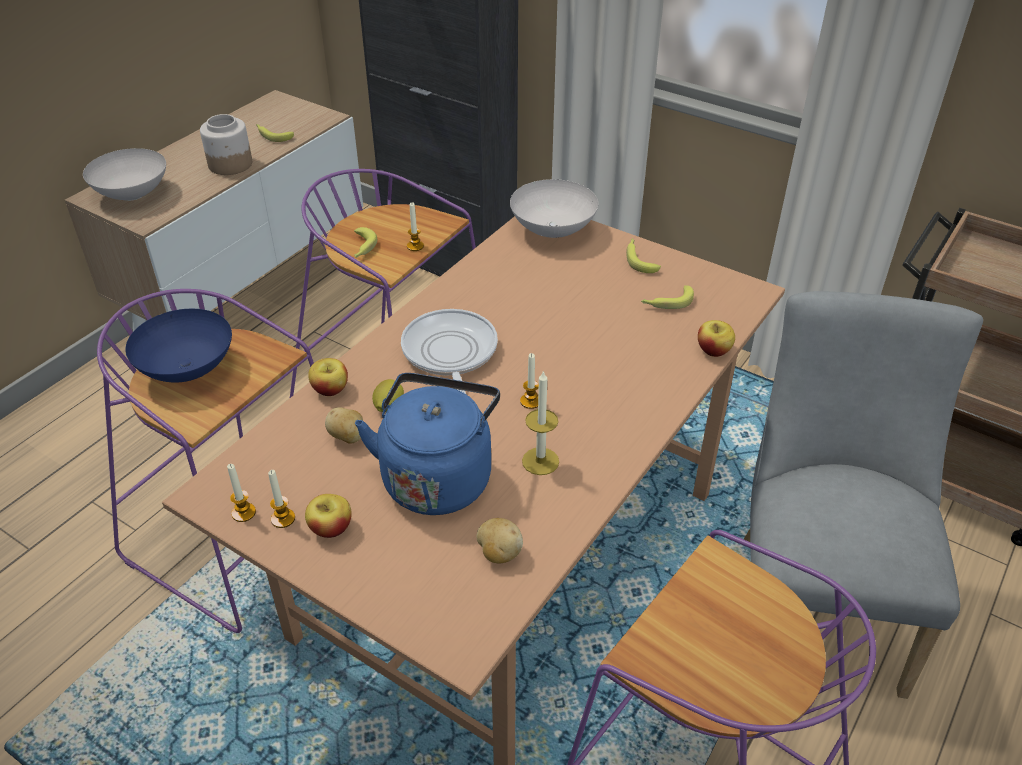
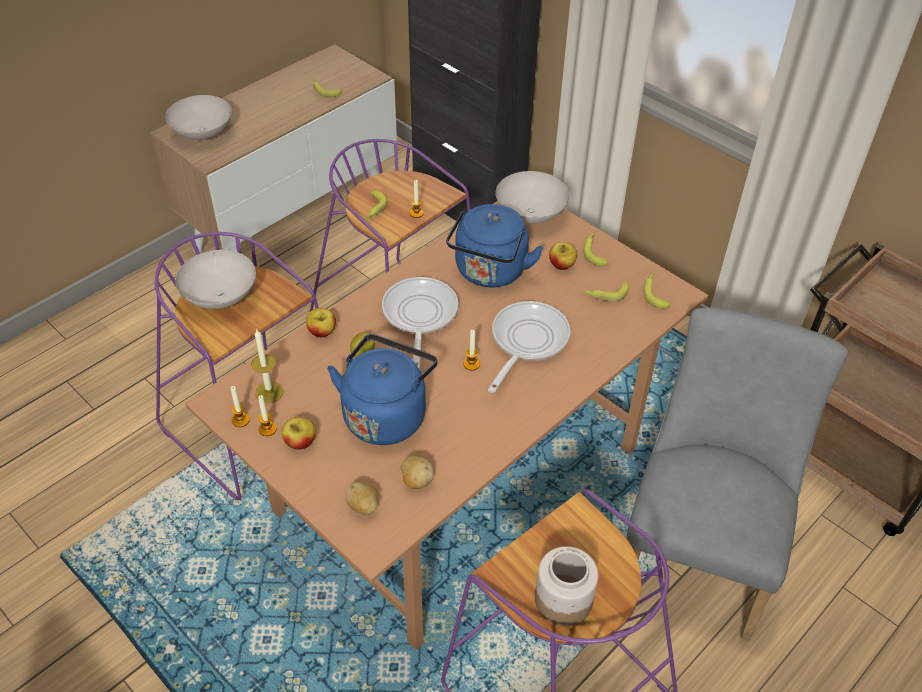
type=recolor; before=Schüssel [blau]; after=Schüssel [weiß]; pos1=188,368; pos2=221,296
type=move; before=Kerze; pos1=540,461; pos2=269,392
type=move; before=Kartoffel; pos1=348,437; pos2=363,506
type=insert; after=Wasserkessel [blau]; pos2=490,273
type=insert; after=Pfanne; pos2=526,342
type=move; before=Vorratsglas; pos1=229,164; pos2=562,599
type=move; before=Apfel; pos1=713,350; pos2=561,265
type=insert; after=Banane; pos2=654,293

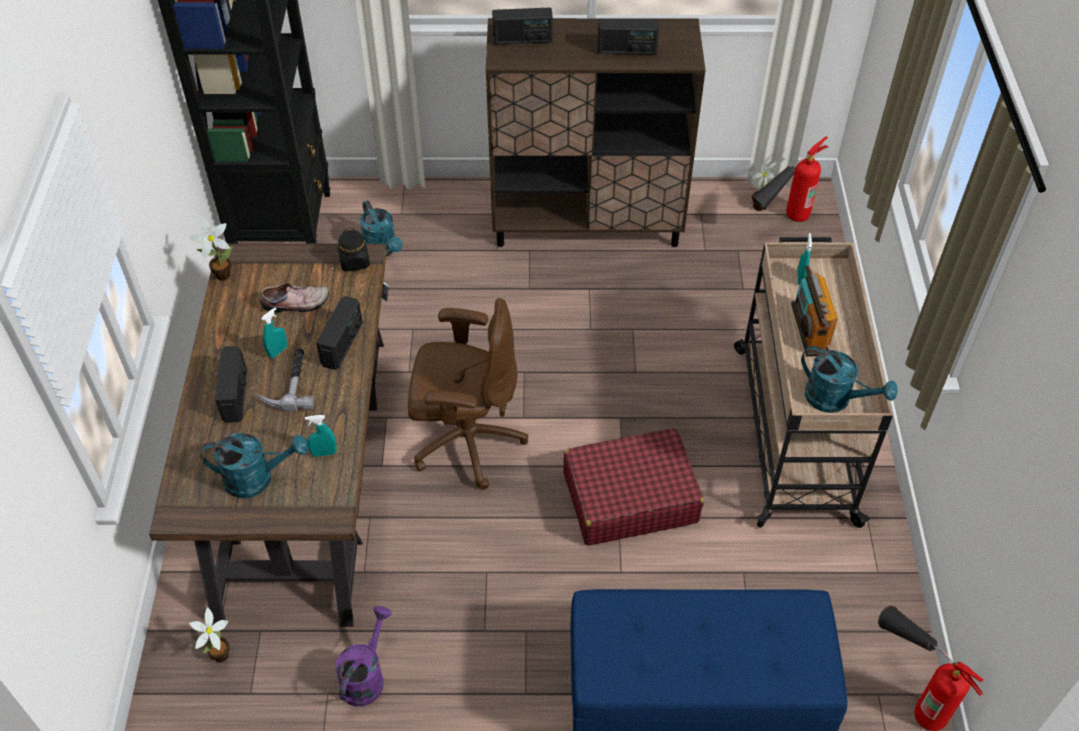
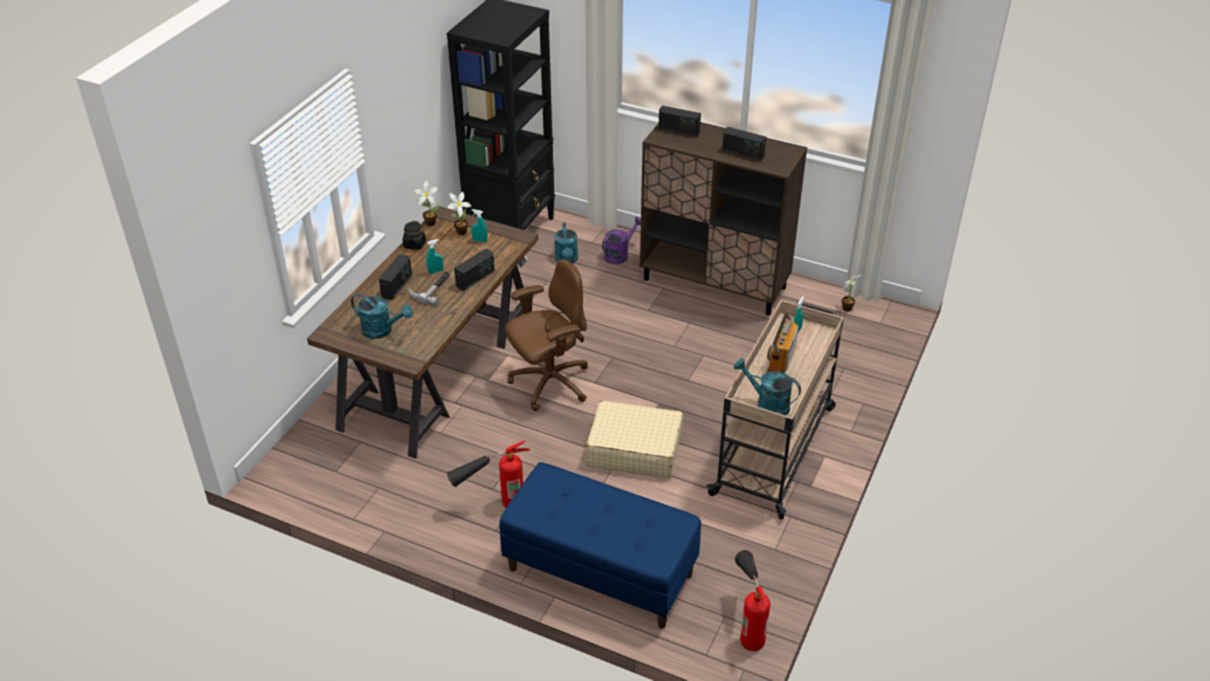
type=move; before=Vorratsglas [schwarz]; pos1=354,262; pos2=414,244
type=move; before=Topfpflanze; pos1=219,657; pos2=460,233
type=move; before=Feuerlöscher; pos1=781,223; pos2=492,505
type=move; before=Sprühflasche [türkis]; pos1=324,453; pos2=480,241
type=rotate; before=Bürostuhl [braun]; pos1=466,440; pos2=549,383; turn=-60
type=recolor; before=Koffer [rot]; after=Koffer [beige]; pos1=629,497; pos2=634,449
type=move; before=Gießkanne [lila]; pos1=365,676; pos2=619,254
type=rotate; before=Gießkanne [türkis]; pos1=835,399; pos2=767,404; turn=150
type=delete; before=Schuh; pos1=296,304

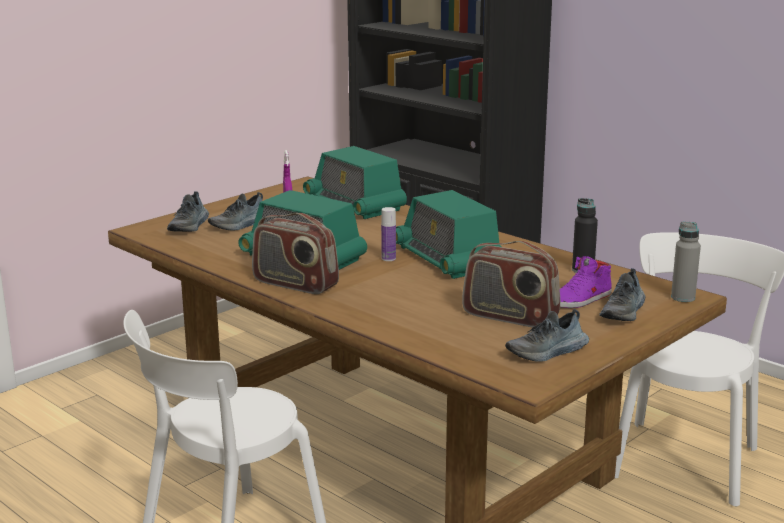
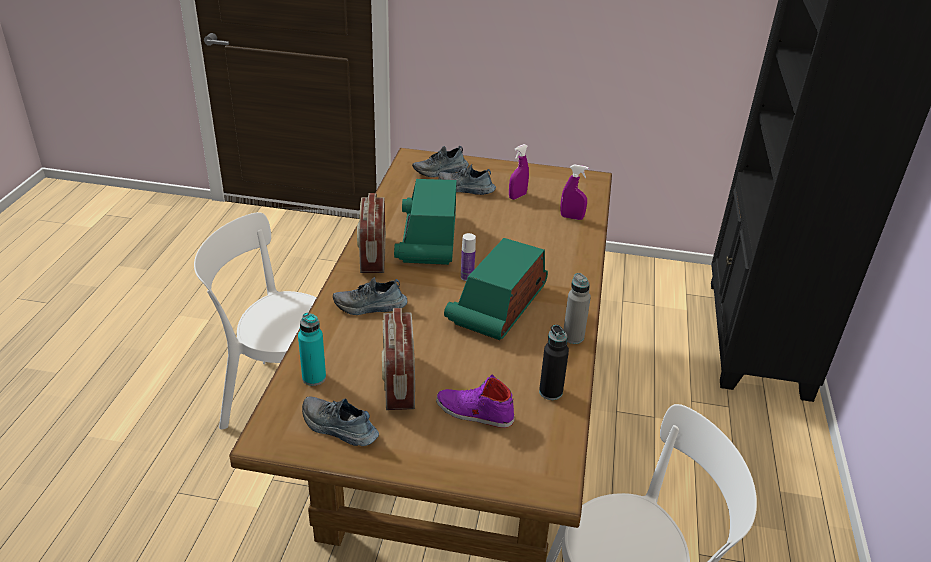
type=insert; after=Flasche [türkis]; pos2=314,378
type=move; before=Schuh; pos1=624,312; pos2=370,307
type=replace; before=Radio; after=Sprühflasche [lila]; pos1=355,204; pos2=571,217
type=move; before=Flasche [grau]; pos1=683,297; pos2=573,337

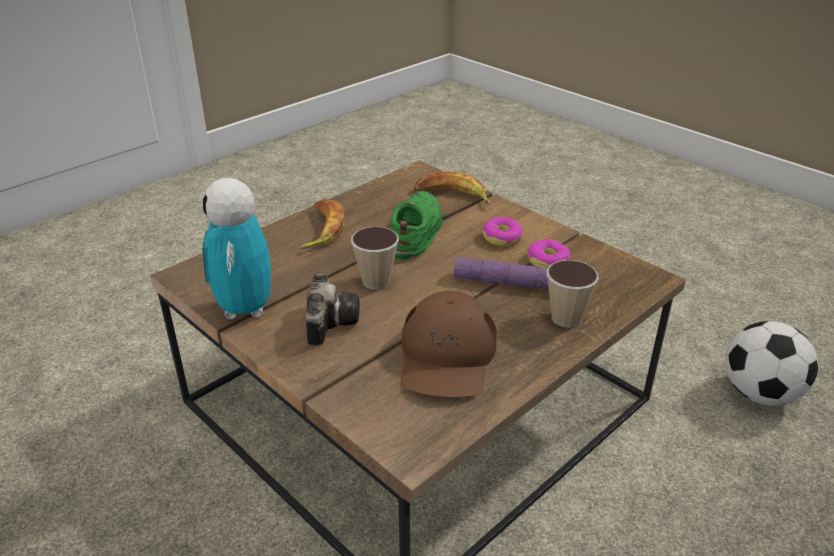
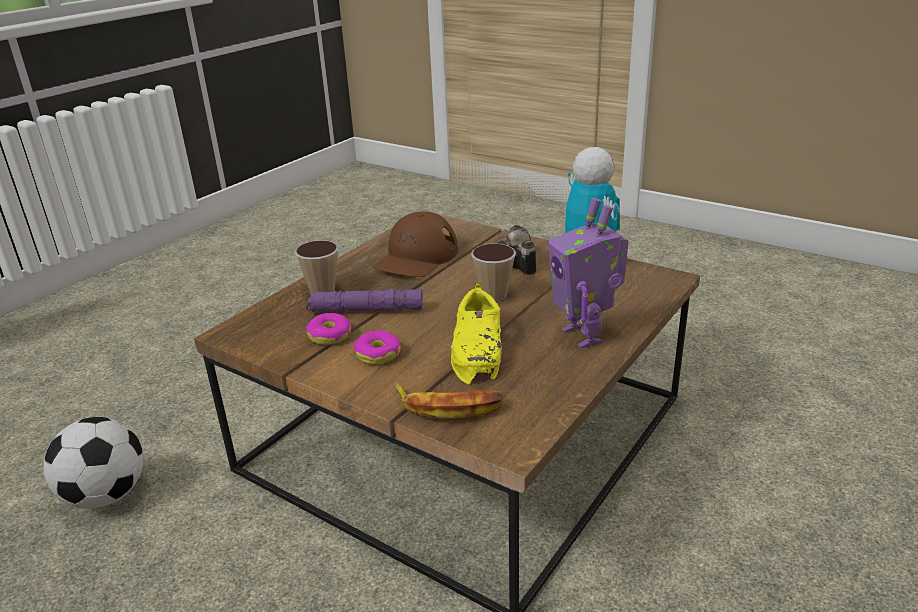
type=rotate; before=Kappe [braun]; pos1=447,356; pos2=416,257; turn=-150
type=recolor; before=Schuh [grün]; after=Schuh [gelb]; pos1=415,231; pos2=478,348
type=replace; before=Banane; after=Spielzeugroboter; pos1=321,229; pos2=584,335

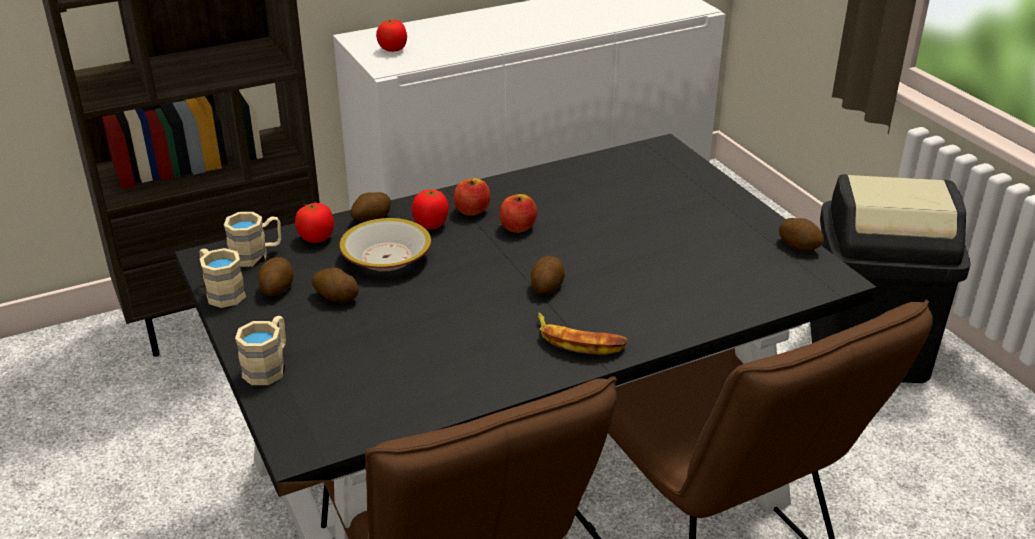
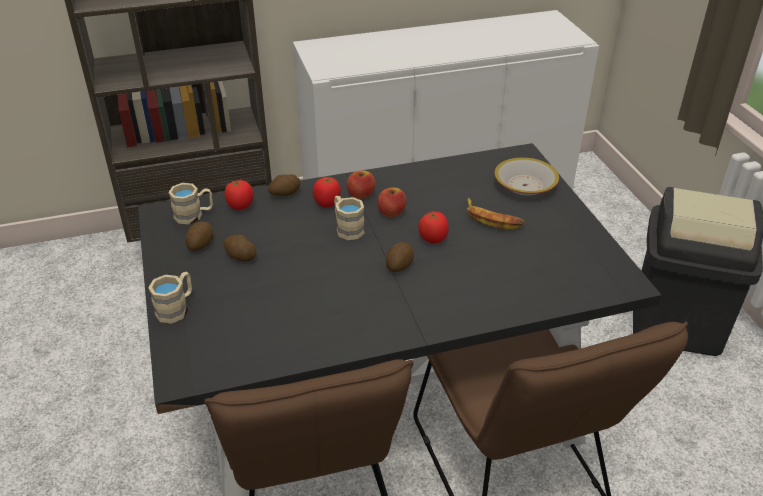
type=move; before=Henkelbecher [beige]; pos1=221,292; pos2=347,228
type=move; before=Tomate; pos1=393,49; pos2=433,239
type=move; before=Banane; pos1=579,341; pos2=492,219
type=move; before=Schüssel; pos1=386,258; pos2=524,186
type=delete; before=Kartoffel; pos1=799,246

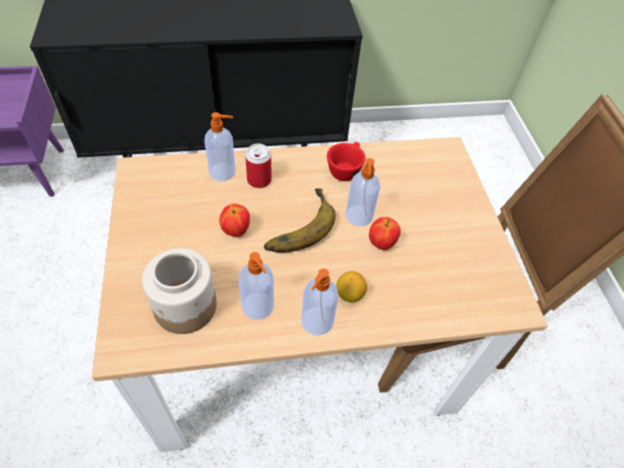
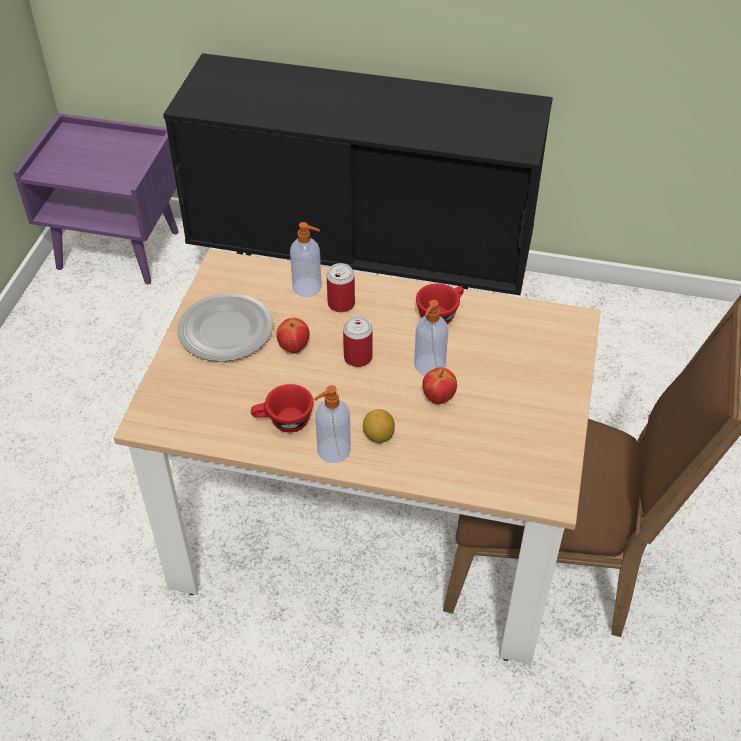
type=insert; after=Teller; pos2=227,330
type=replace; before=Seifenspender; after=Tasse [rot]; pos1=258,307; pos2=283,422
type=replace; before=Banane; after=Dose; pos1=296,225; pos2=358,357
type=delete; before=Vorratsglas; pos1=185,307

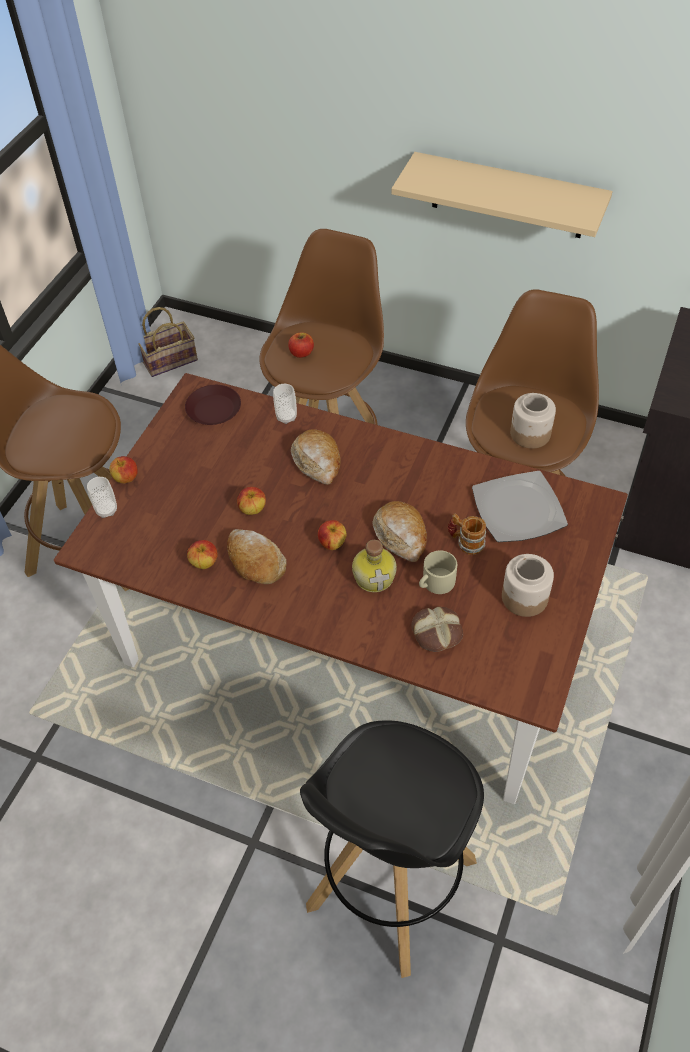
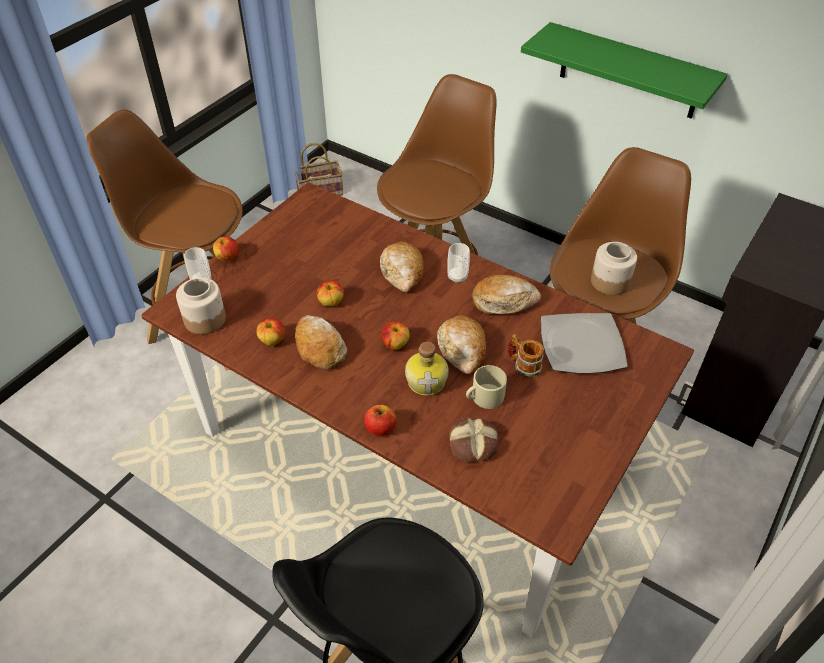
type=move; before=Vorratsglas; pos1=524,597; pos2=205,319
type=move; before=Apfel; pos1=301,353; pos2=380,428
type=move; before=Tasse; pos1=286,417; pos2=457,277
type=insert; after=Brot; pos2=504,301
type=recolor; before=Wandregal [beige]; after=Wandregal [grün]; pos1=508,196; pos2=629,71
type=delete; before=Teller [braun]; pos1=213,409

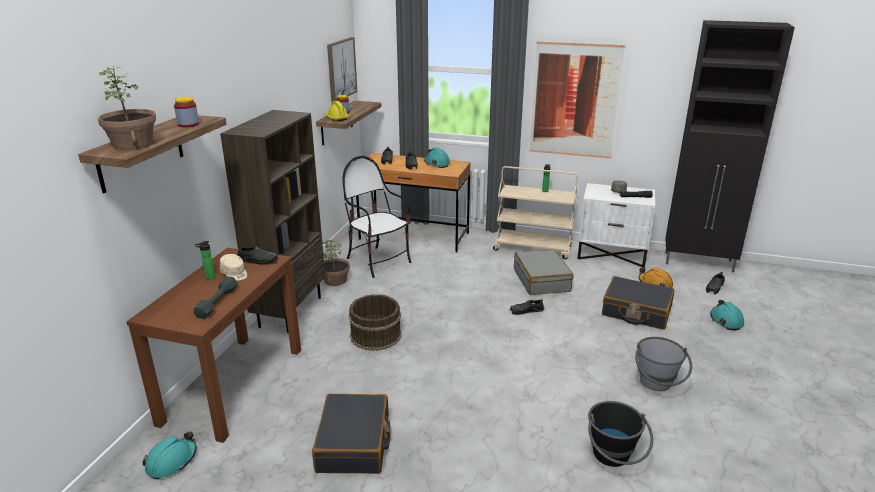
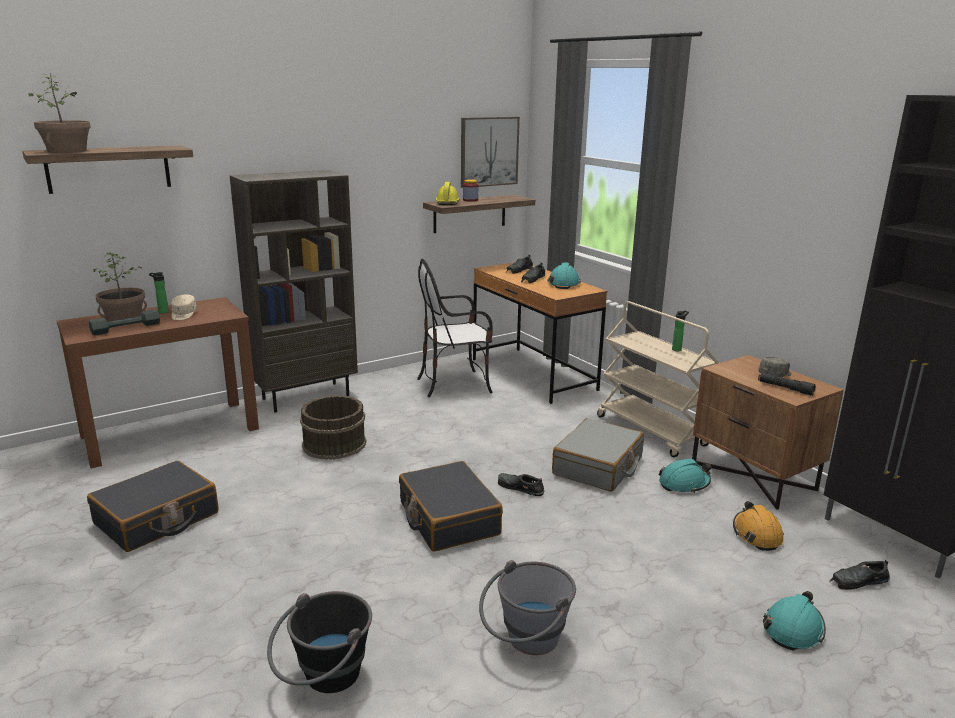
type=move; before=Topfpflanze; pos1=335,281; pos2=124,318
type=move; before=Koffer [schwarz]; pos1=636,311; pos2=448,518
type=rotate; before=Stuhl; pos1=378,261; pos2=454,384; turn=-105
type=move; before=Schutzhelm [türkis]; pos1=171,461; pos2=684,484
type=recolor; before=Nachttisch [weiß]; after=Nachttisch [braun]; pos1=611,254; pos2=754,476
type=delete; before=Vorratsglas; pos1=188,124
type=delete; before=Schuh [schwarz]; pos1=258,260
type=delete; before=Bild; pos1=575,100

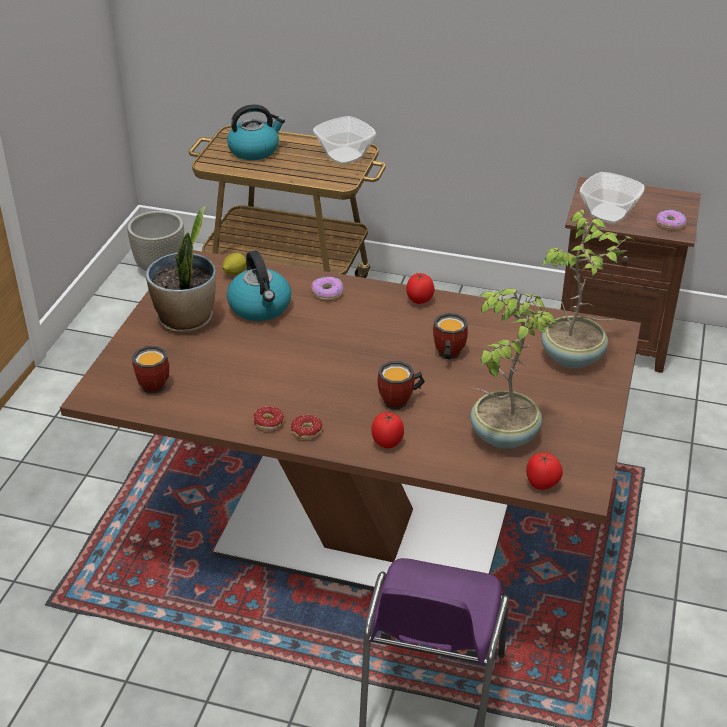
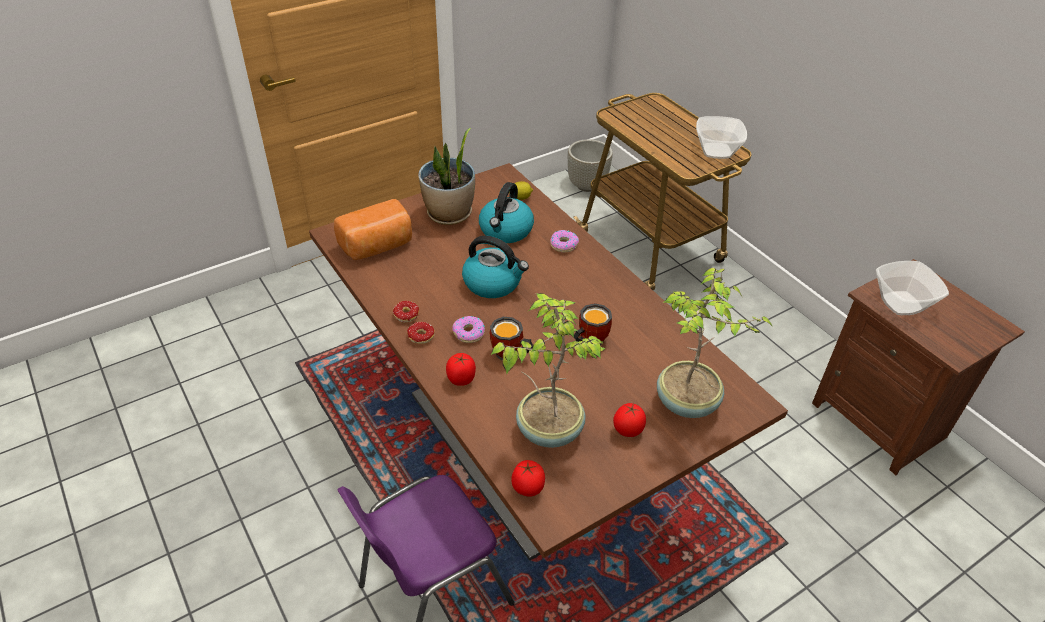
type=replace; before=Henkelbecher; after=Brot; pos1=156,383; pos2=378,246
type=move; before=Donut; pos1=670,224; pos2=469,333
type=move; before=Wasserkessel; pos1=254,150; pos2=493,283
type=move; before=Tomate; pos1=419,301; pos2=627,430

